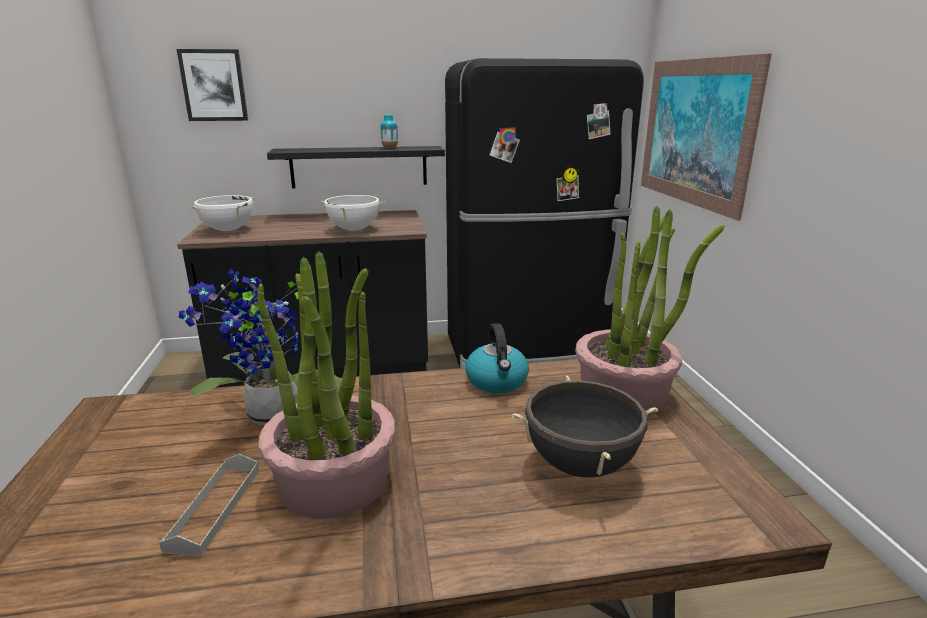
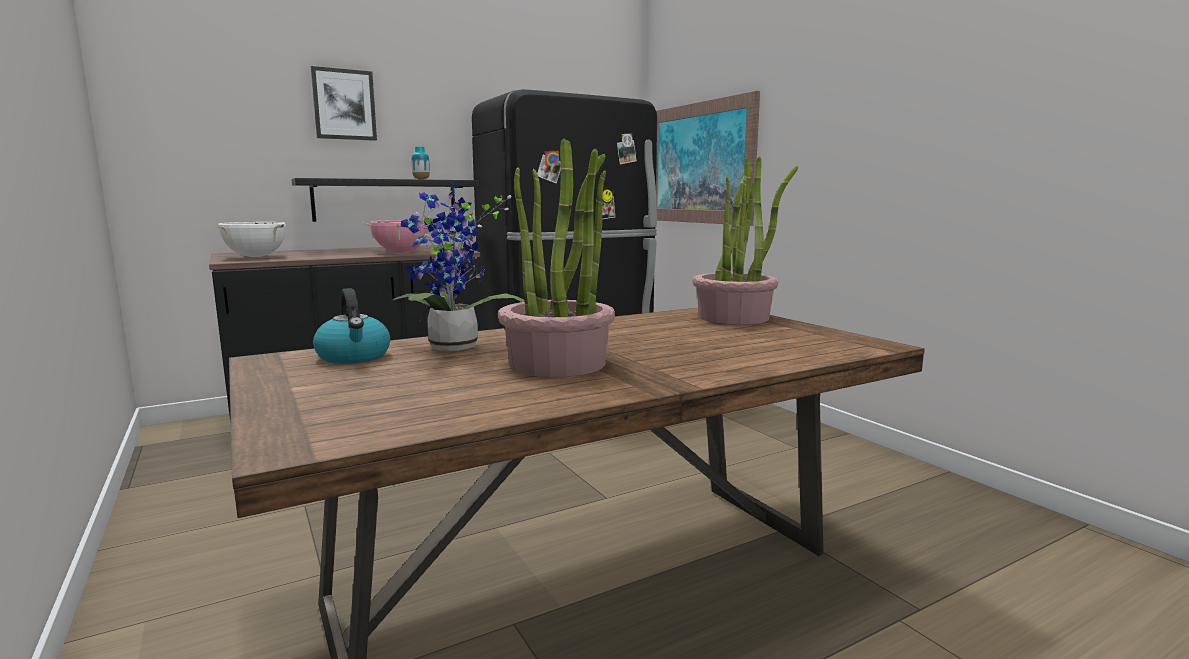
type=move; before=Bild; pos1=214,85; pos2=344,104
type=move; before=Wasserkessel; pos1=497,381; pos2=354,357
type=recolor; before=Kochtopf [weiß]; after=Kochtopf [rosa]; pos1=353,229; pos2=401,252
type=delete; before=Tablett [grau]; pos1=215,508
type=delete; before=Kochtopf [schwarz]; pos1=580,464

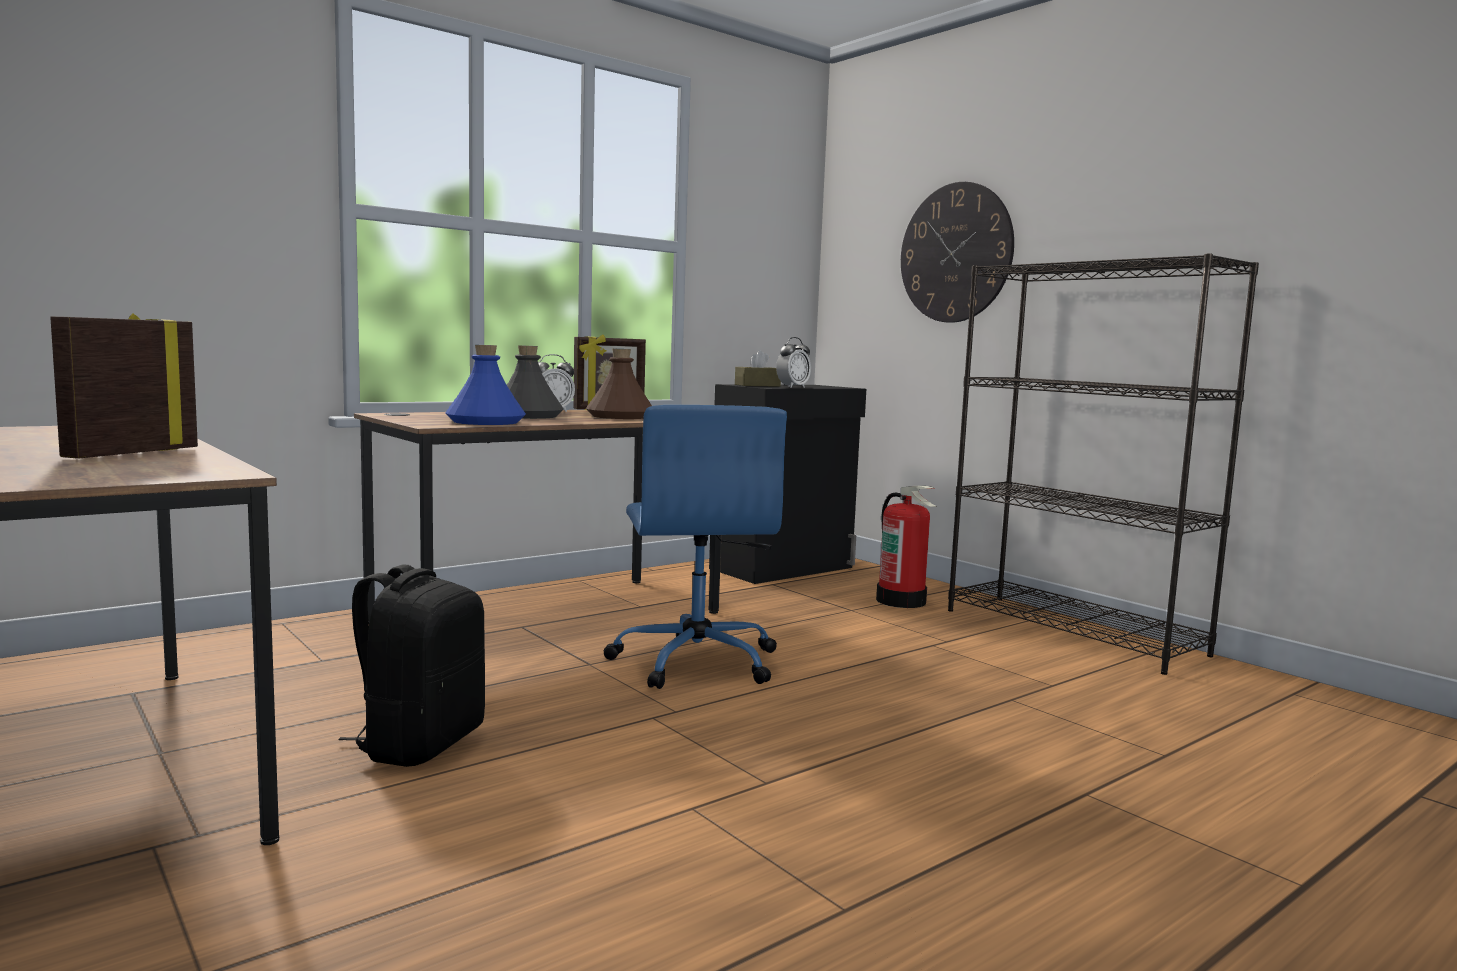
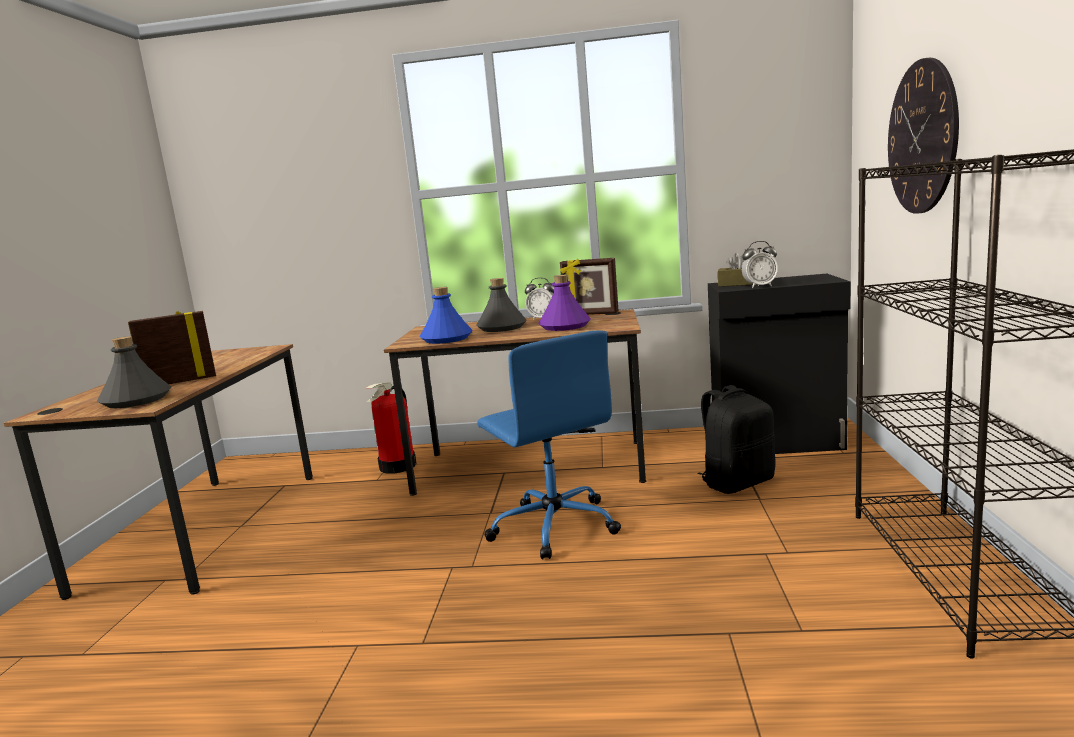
type=insert; after=Flasche [grau]; pos2=136,400
type=move; before=Feuerlöscher; pos1=902,601; pos2=398,466
type=rotate; before=Bürostuhl [blau]; pos1=696,661; pos2=554,526; turn=-60
type=recolor; before=Flasche [braun]; after=Flasche [lila]; pos1=620,416; pos2=565,326
type=move; before=Rucksack [schwarz]; pos1=419,744; pos2=737,483

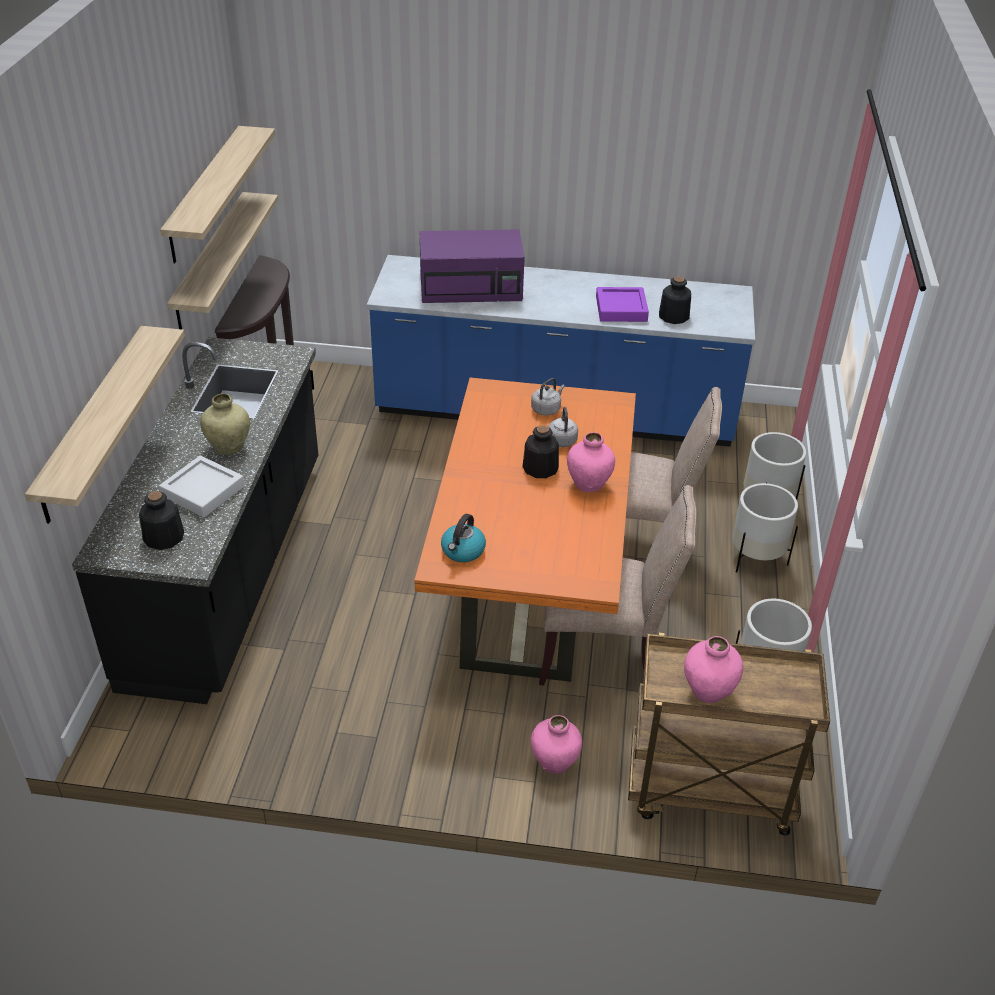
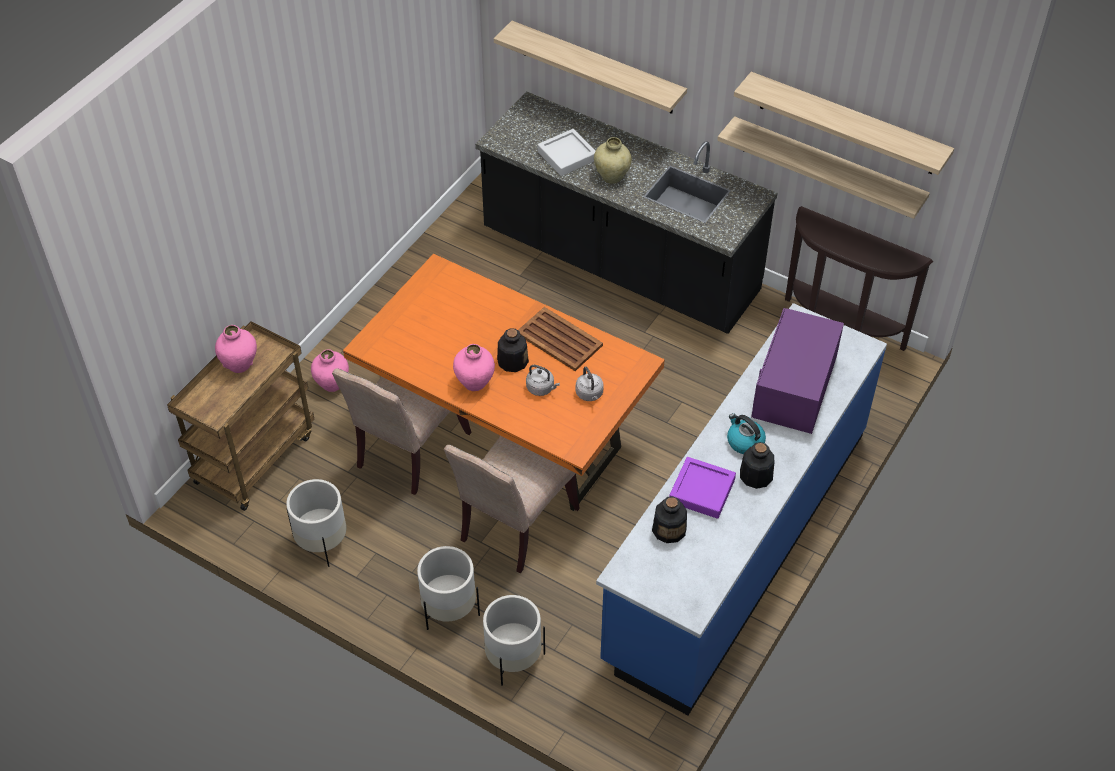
type=insert; after=Tablett [braun]; pos2=560,340
type=move; before=Wasserkessel; pos1=463,551; pos2=744,442
type=move; before=Flasche; pos1=164,537; pos2=755,475

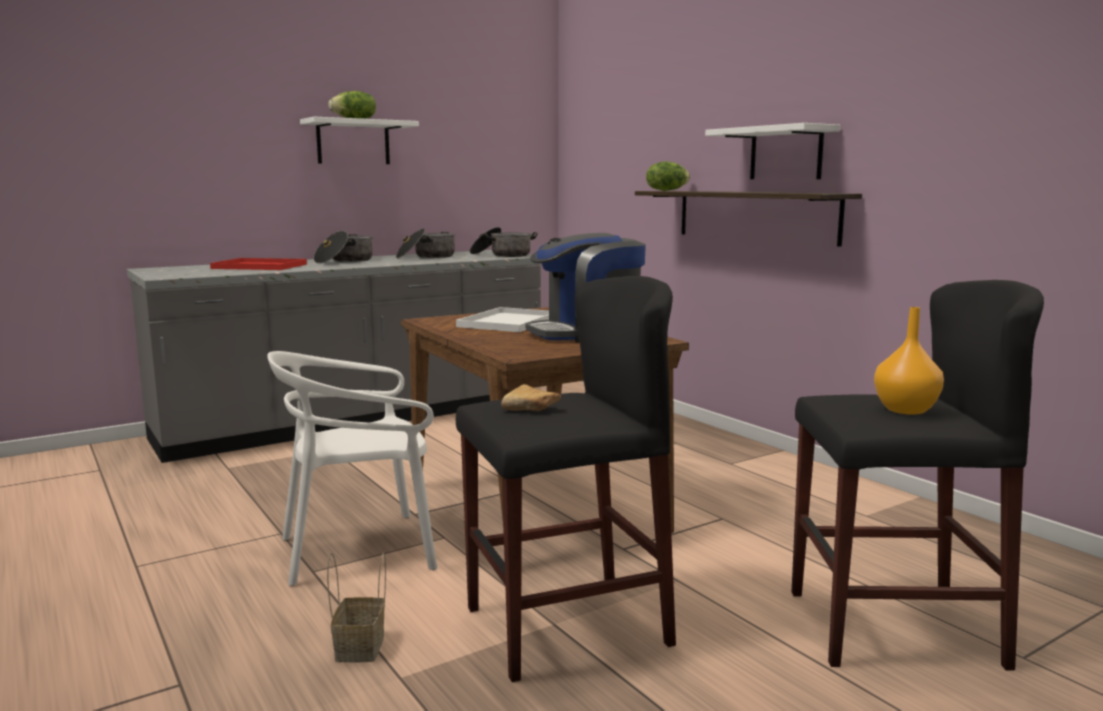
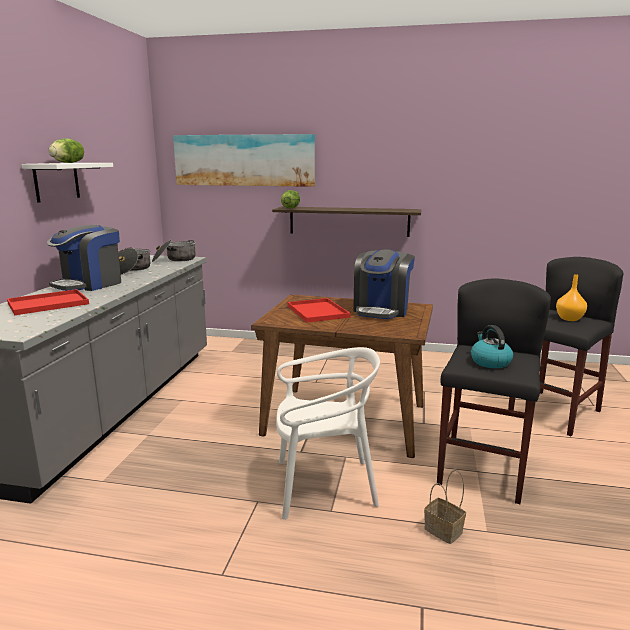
type=replace; before=Kochtopf; after=Kaffeemaschine; pos1=344,261; pos2=89,284
type=insert; after=Bild; pos2=244,160
type=rotate; before=Stuhl [weiß]; pos1=359,550; pos2=324,486; turn=-120
type=recolor; before=Tablett [weiß]; after=Tablett [rot]; pos1=509,322; pos2=318,312
type=replace; before=Brot; after=Wasserkessel; pos1=533,409; pos2=490,362
type=delete; before=Wandregal [weiß]; pos1=786,153

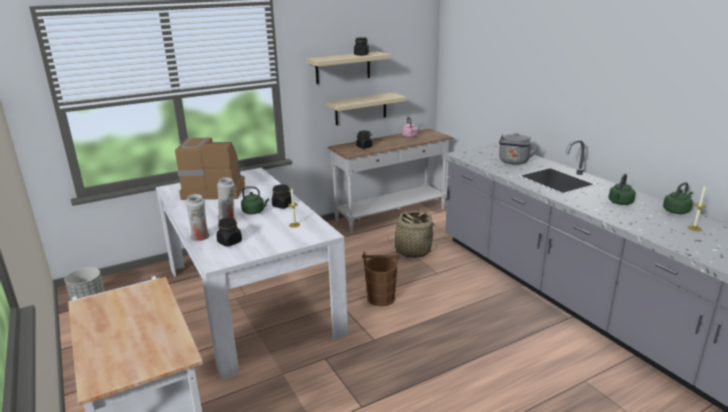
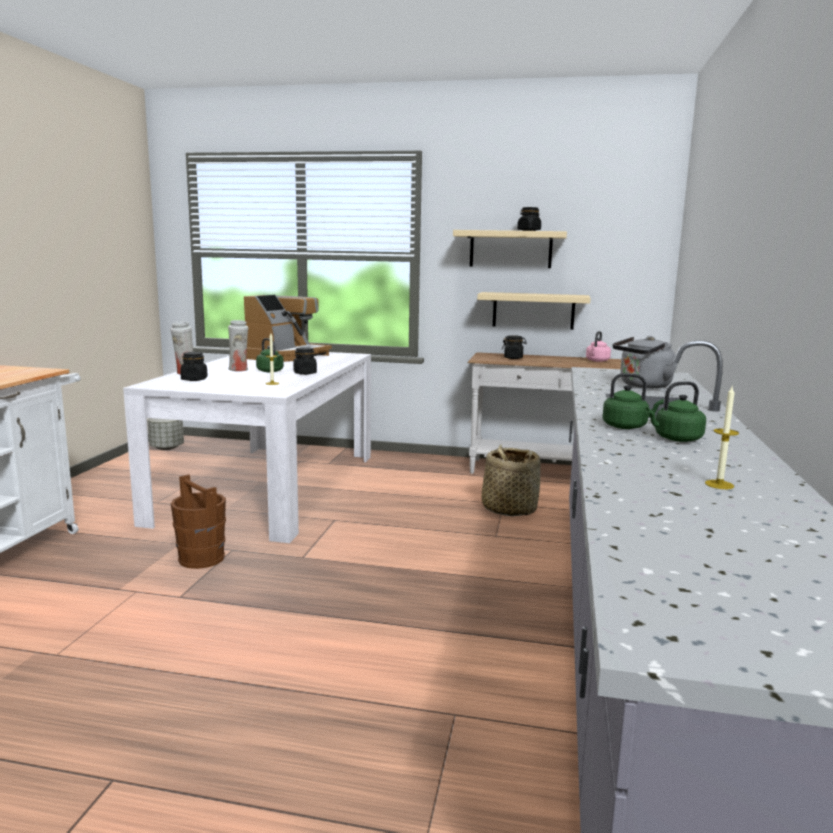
type=move; before=Eimer [braun]; pos1=380,298; pos2=201,558
type=rotate; before=Kaffeemaschine; pos1=214,190; pos2=286,356; turn=75
type=move; before=Wasserkessel [grün]; pos1=676,211; pos2=627,426

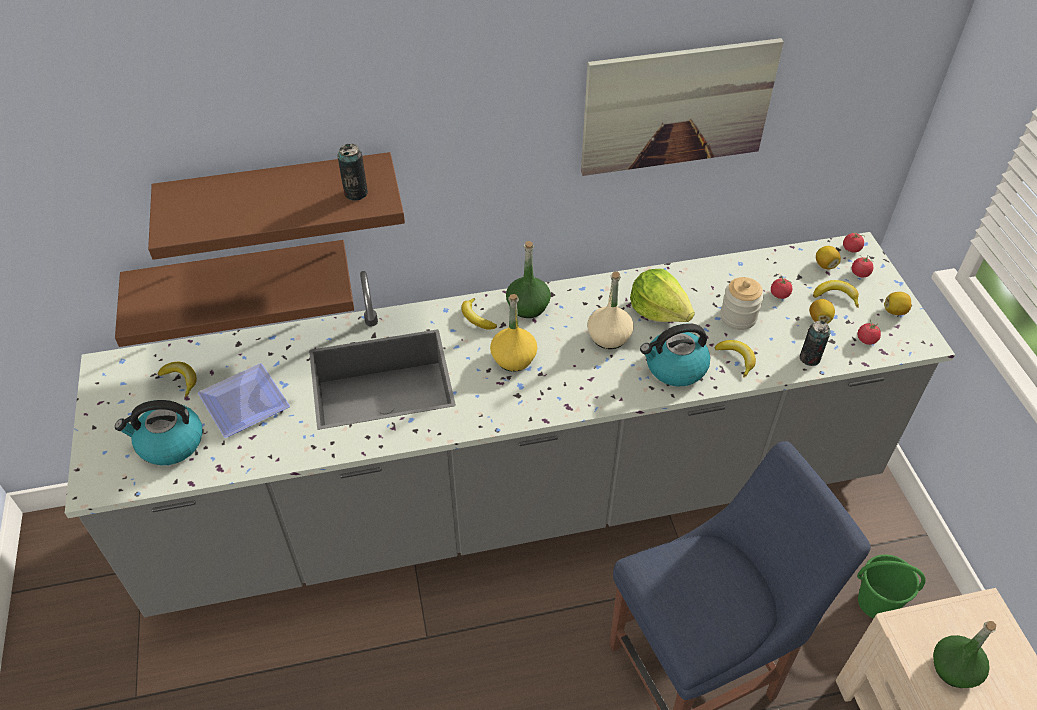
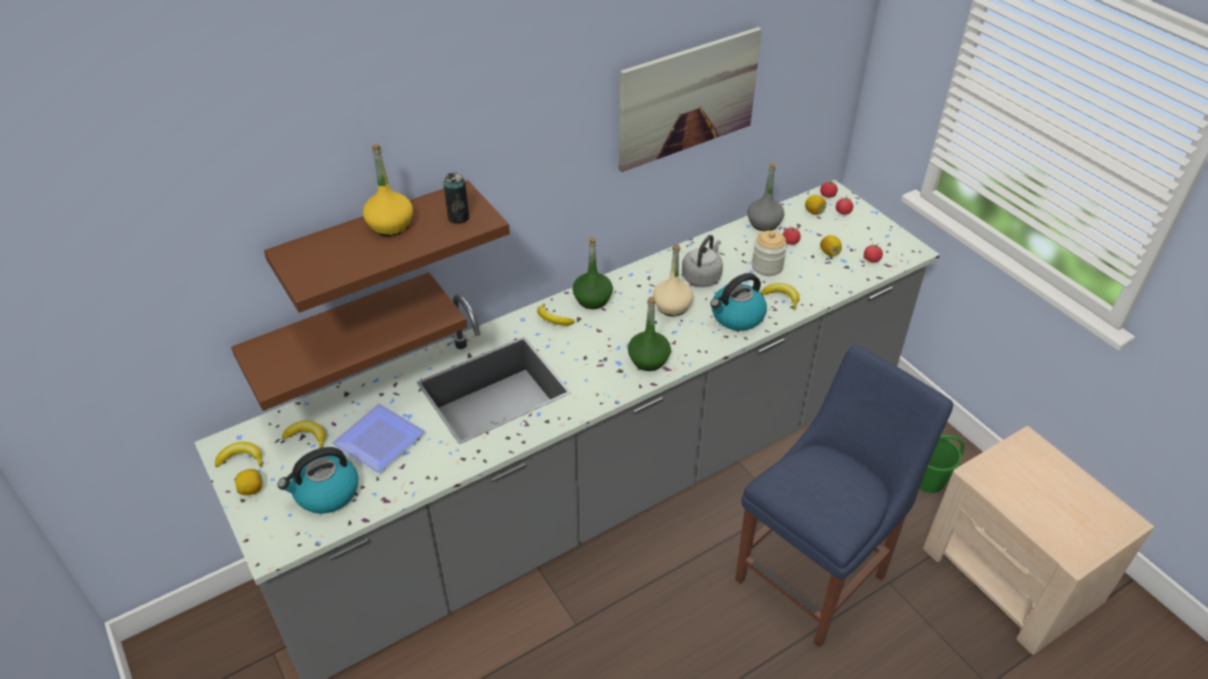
type=move; before=Banane; pos1=836,296; pos2=241,459
type=move; before=Zitrone; pos1=895,311; pos2=252,489
type=move; before=Flasche [gelb]; pos1=513,358; pos2=390,225
type=move; before=Flasche [grün]; pos1=954,669; pos2=648,360
type=replace; before=Salatkopf; after=Wasserkessel [grau]; pos1=659,310; pos2=702,276
type=insert; after=Flasche [grau]; pos2=764,223
type=delete; before=Dose; pos1=809,358

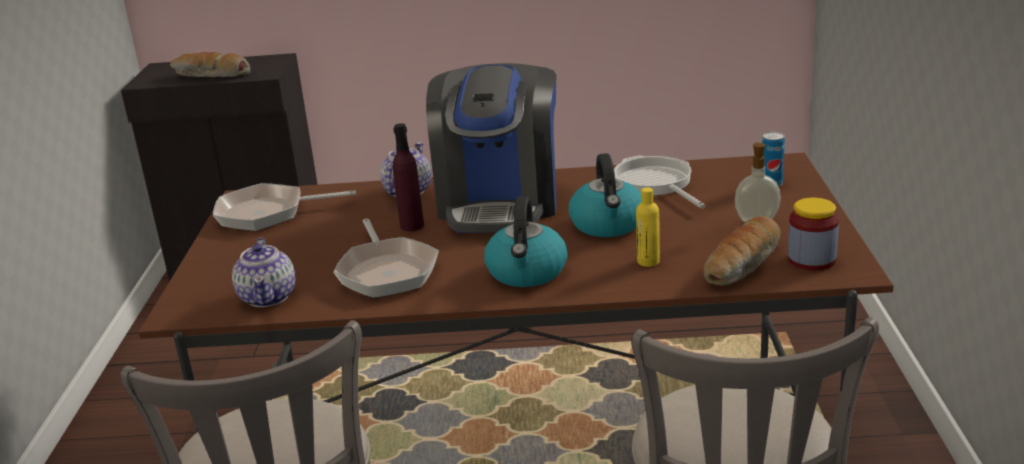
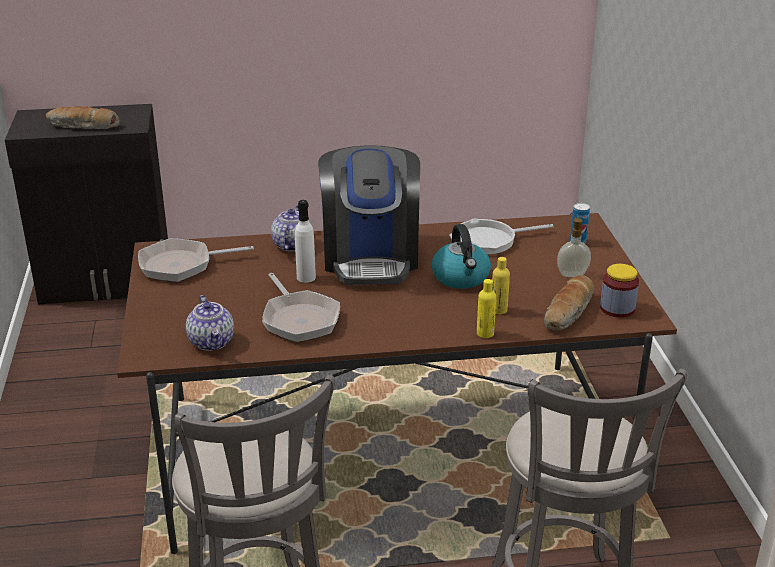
type=recolor; before=Flasche [lila]; after=Flasche [weiß]; pos1=412,226; pos2=306,277
type=rotate; before=Pfanne; pos1=655,184; pos2=489,240; turn=-75
type=insert; after=Flasche [gelb]; pos2=485,333
type=delete; before=Wasserkessel; pos1=527,272

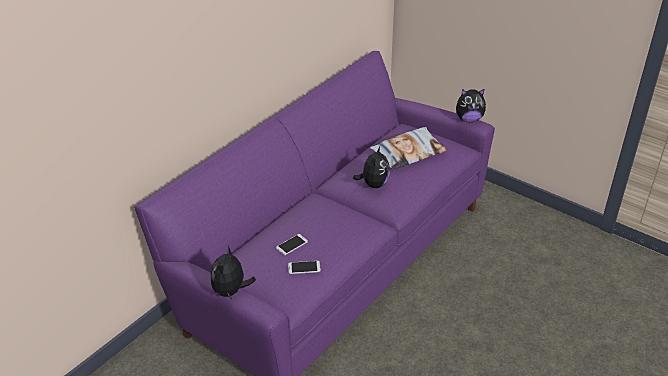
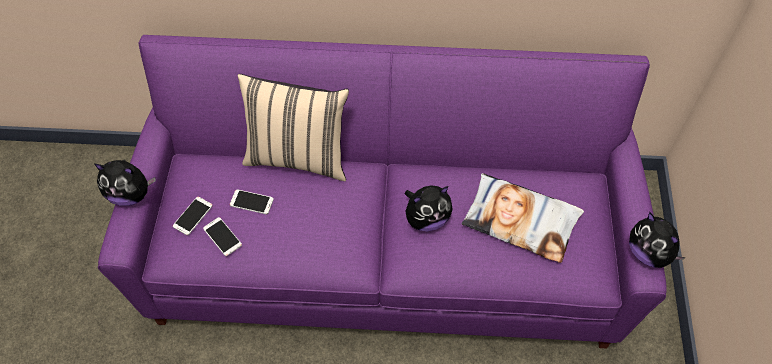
type=rotate; before=Plüschtier; pos1=231,291; pos2=130,194; turn=-150
type=insert; after=Handy; pos2=193,216
type=insert; after=Kissen [beige]; pos2=298,156

